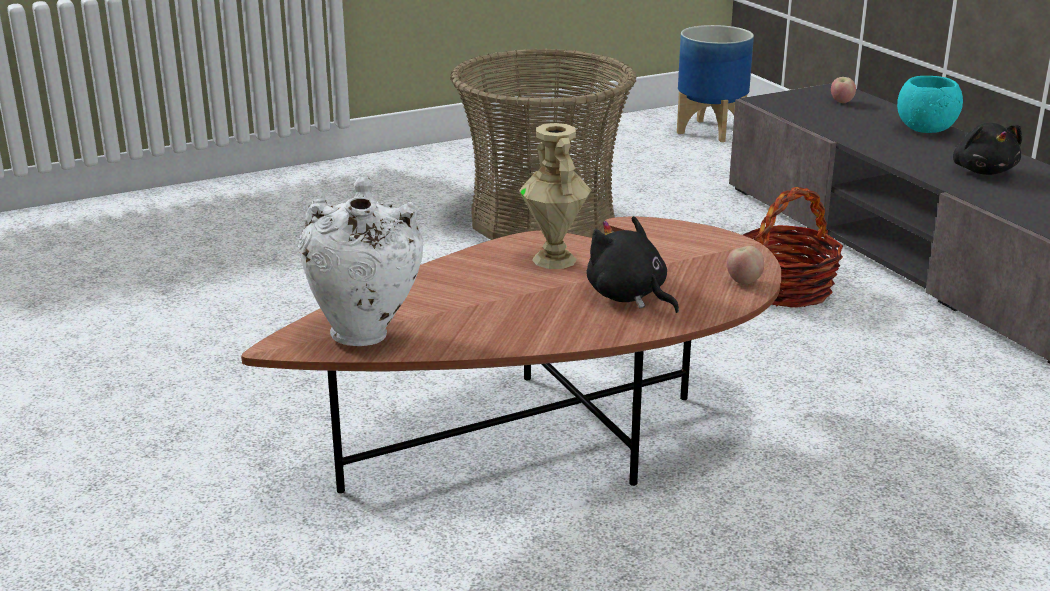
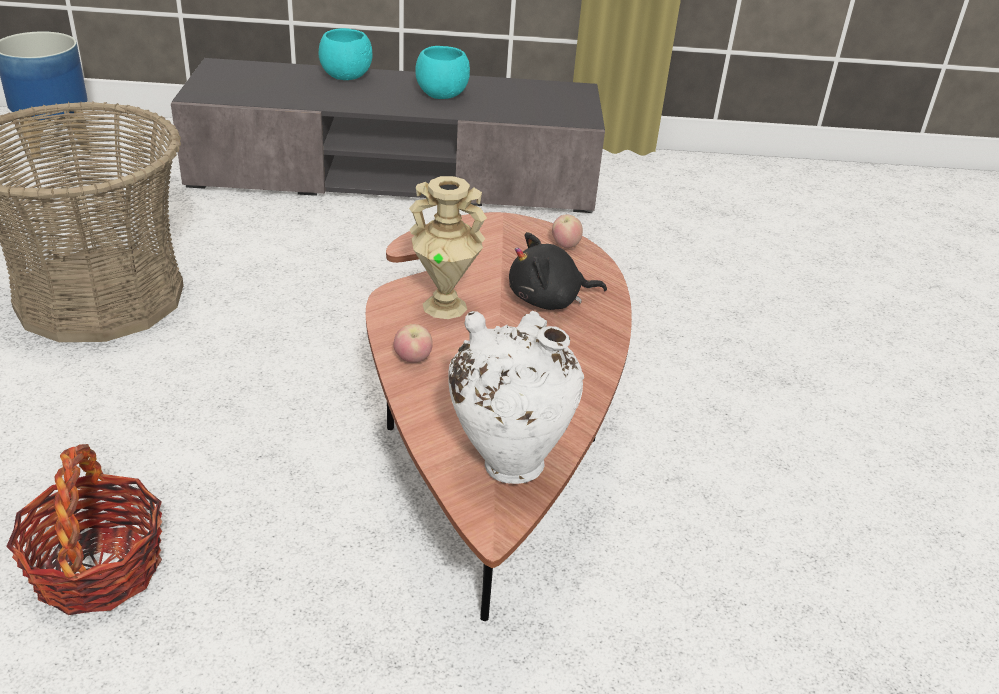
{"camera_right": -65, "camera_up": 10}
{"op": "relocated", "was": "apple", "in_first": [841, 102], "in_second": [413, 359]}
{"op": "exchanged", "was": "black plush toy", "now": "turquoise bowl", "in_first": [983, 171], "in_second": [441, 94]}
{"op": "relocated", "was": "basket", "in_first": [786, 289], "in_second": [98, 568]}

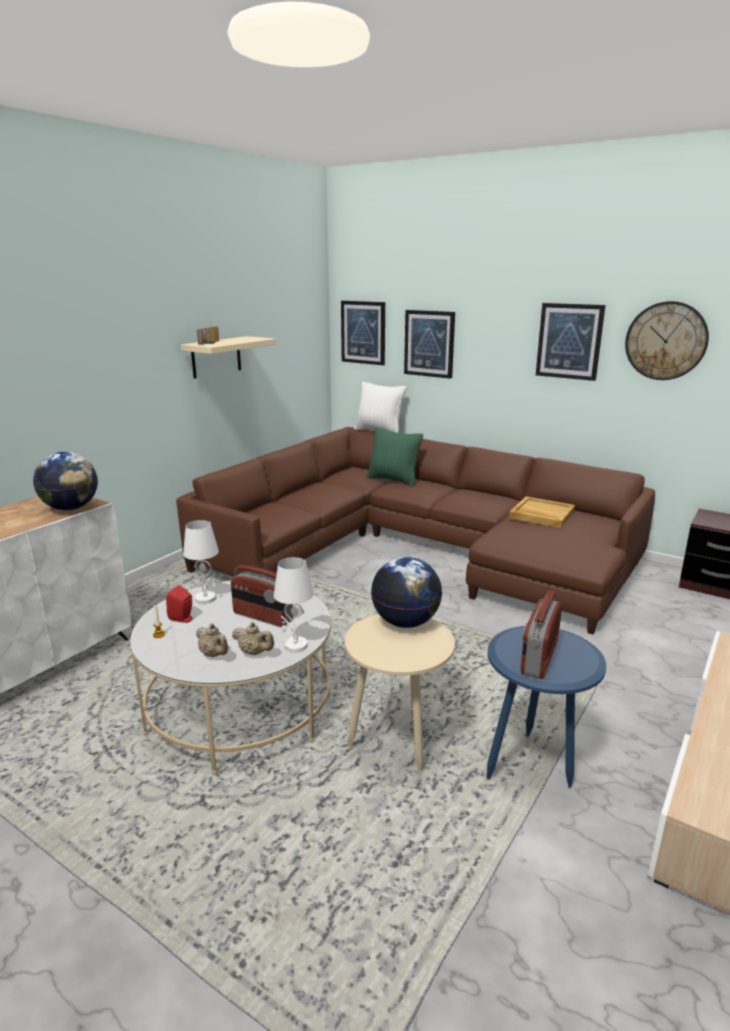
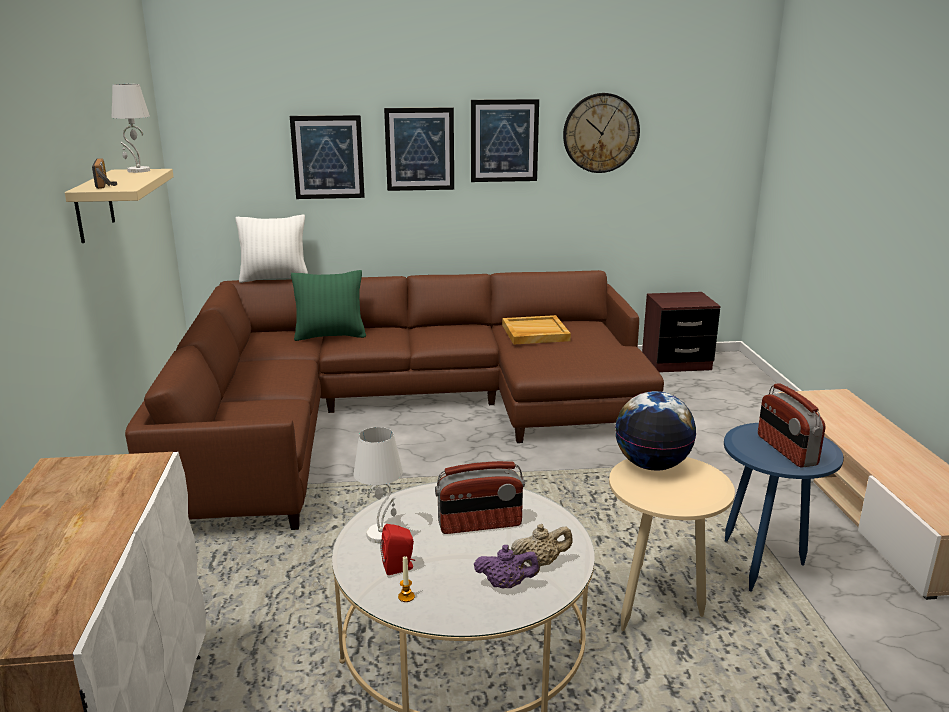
{"camera_right": -40, "camera_up": 0}
{"op": "relocated", "was": "picture", "in_first": [363, 332], "in_second": [419, 149]}
{"op": "missing", "was": "globe", "in_first": [70, 508]}
{"op": "relocated", "was": "white table lamp", "in_first": [295, 645], "in_second": [138, 171]}
{"op": "colour", "was": "beige teapot", "now": "purple teapot", "in_first": [214, 654], "in_second": [506, 584]}

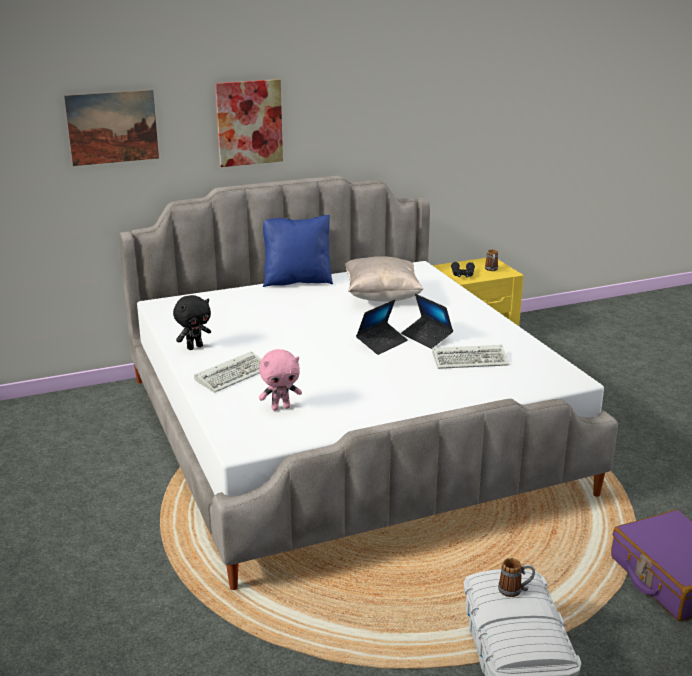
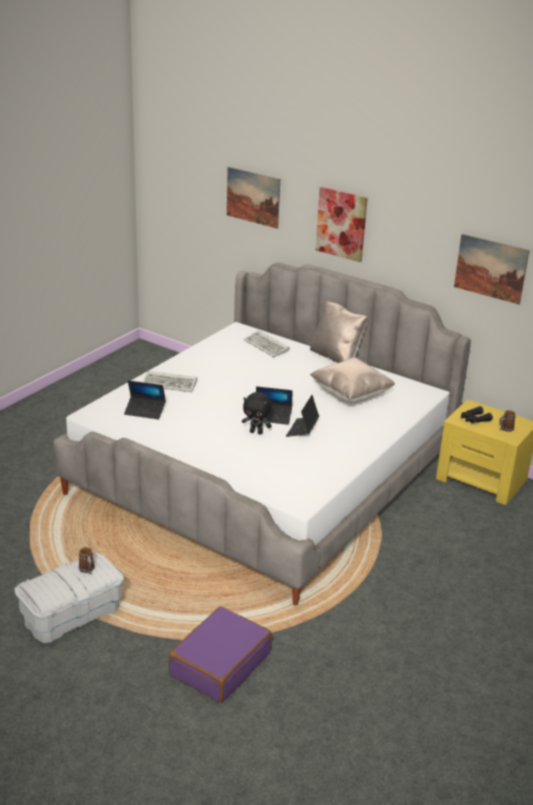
{"camera_right": 55, "camera_up": 5}
{"op": "colour", "was": "blue pillow", "now": "beige pillow", "in_first": [297, 281], "in_second": [336, 357]}
{"op": "relocated", "was": "black plush toy", "in_first": [194, 347], "in_second": [256, 432]}
{"op": "relocated", "was": "keyboard", "in_first": [471, 360], "in_second": [267, 346]}
{"op": "exchanged", "was": "pink plush toy", "now": "laptop", "in_first": [281, 407], "in_second": [145, 411]}
{"op": "appeared", "now": "picture", "in_second": [490, 268]}

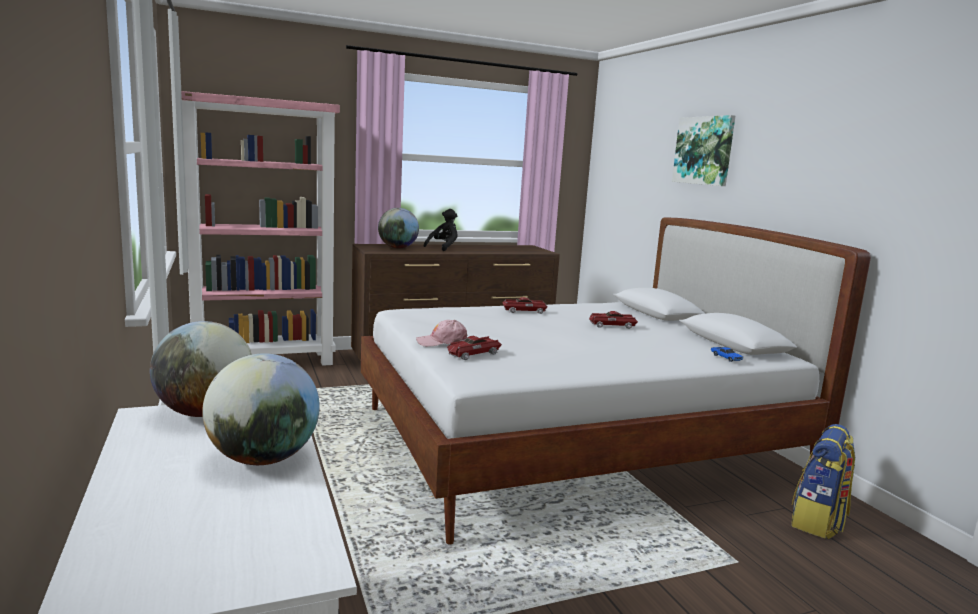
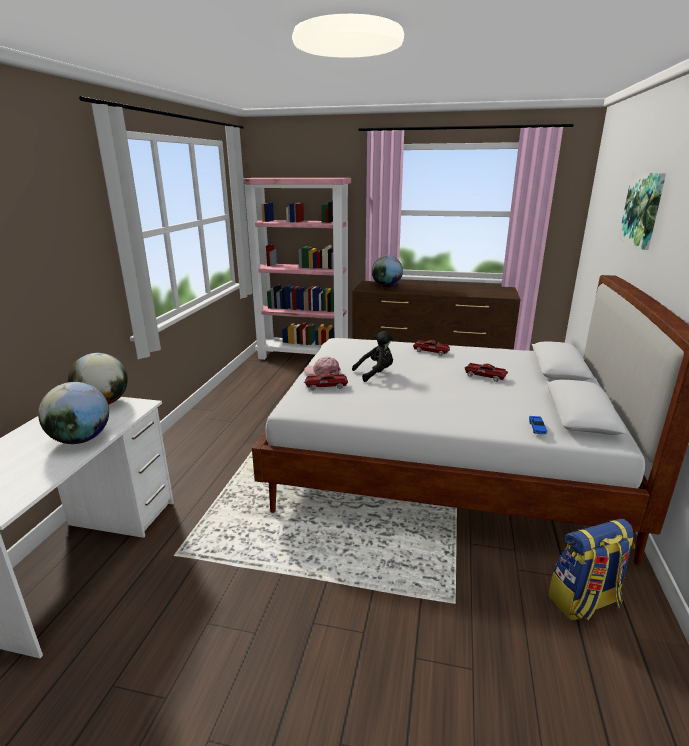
{"camera_right": 35, "camera_up": 10}
{"op": "relocated", "was": "black plush toy", "in_first": [443, 248], "in_second": [375, 373]}

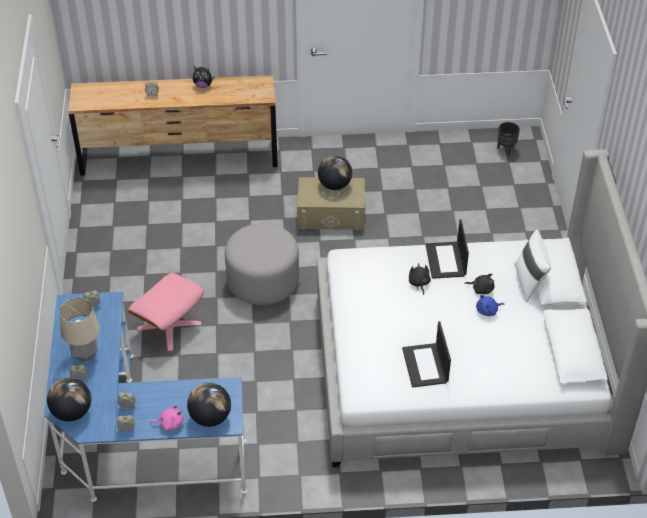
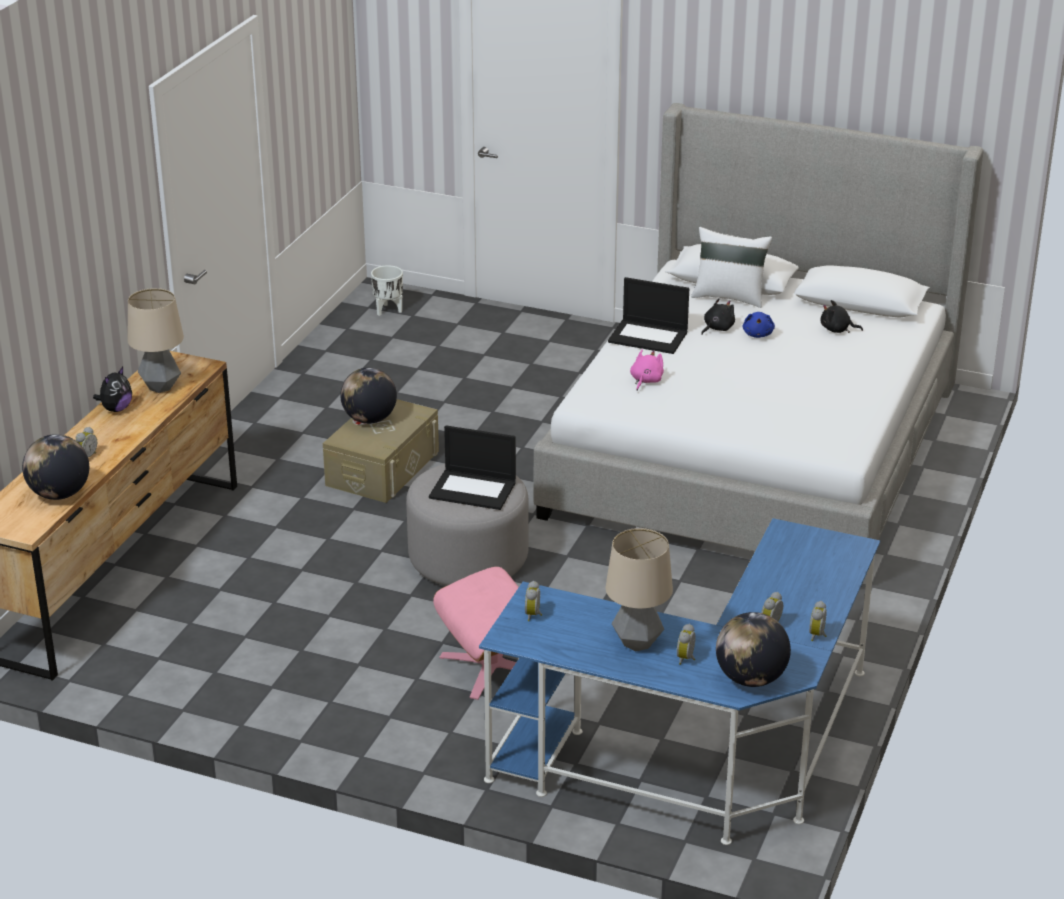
{"camera_right": -65, "camera_up": -15}
{"op": "colour", "was": "black planter", "now": "white planter", "in_first": [506, 150], "in_second": [388, 310]}
{"op": "relocated", "was": "black plush toy", "in_first": [419, 283], "in_second": [837, 330]}
{"op": "relocated", "was": "laptop", "in_first": [425, 366], "in_second": [474, 489]}
{"op": "relocated", "was": "globe", "in_first": [210, 417], "in_second": [59, 494]}
{"op": "relocated", "was": "pink plush toy", "in_first": [170, 423], "in_second": [645, 381]}
{"op": "appeared", "now": "table lamp", "in_second": [160, 387]}

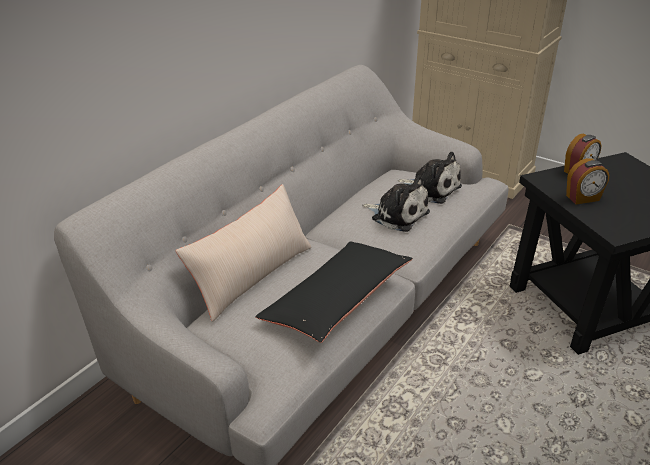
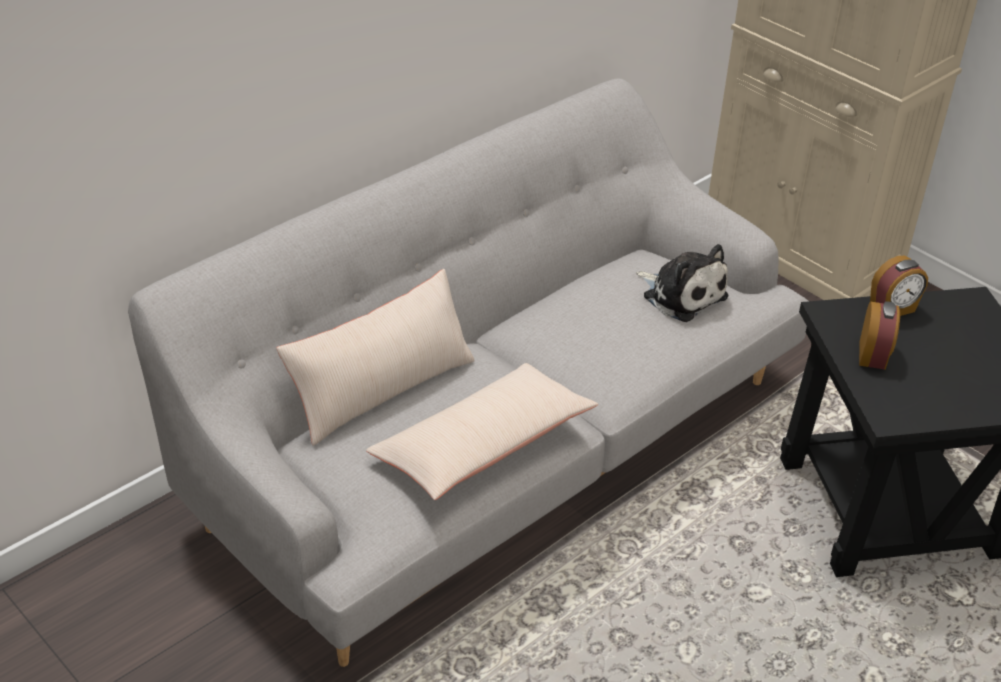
{"camera_right": 10, "camera_up": 5}
{"op": "spun", "was": "alarm clock", "in_first": [583, 198], "in_second": [873, 355], "clockwise": -75}
{"op": "missing", "was": "plush toy", "in_first": [397, 215]}
{"op": "colour", "was": "black pillow", "now": "beige pillow", "in_first": [337, 301], "in_second": [483, 446]}

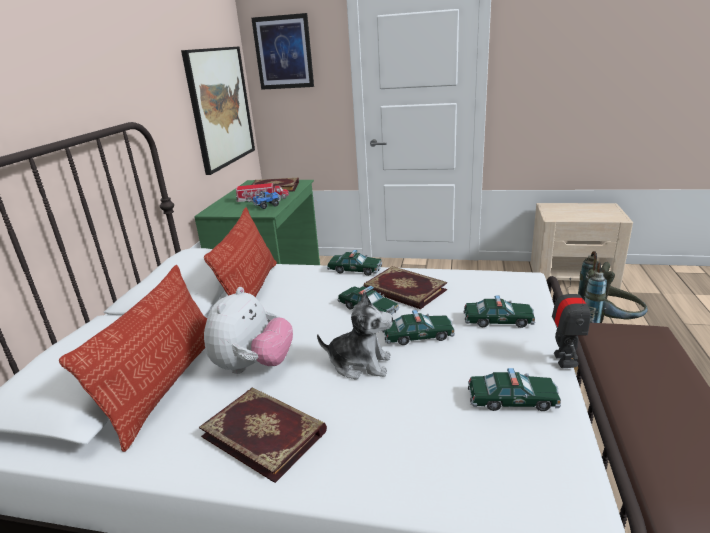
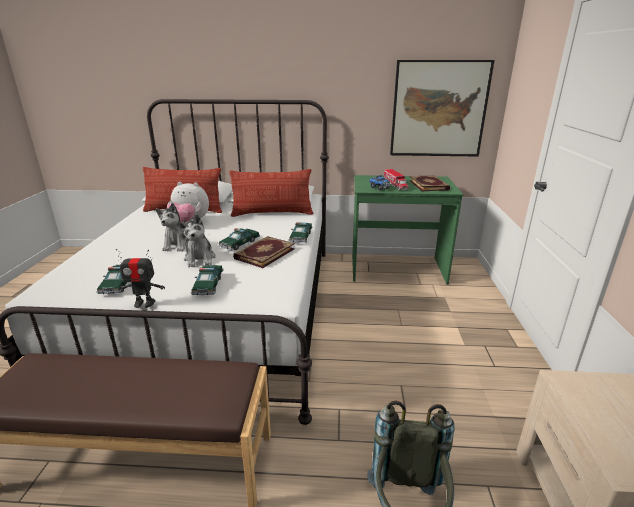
{"camera_right": 80, "camera_up": 0}
{"op": "missing", "was": "picture", "in_first": [283, 52]}
{"op": "exchanged", "was": "toy car", "now": "plush toy", "in_first": [418, 336], "in_second": [200, 259]}
{"op": "missing", "was": "book", "in_first": [265, 433]}

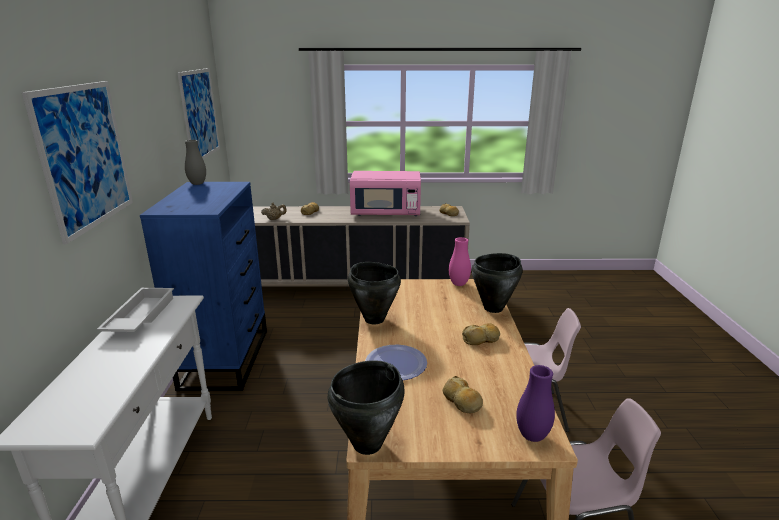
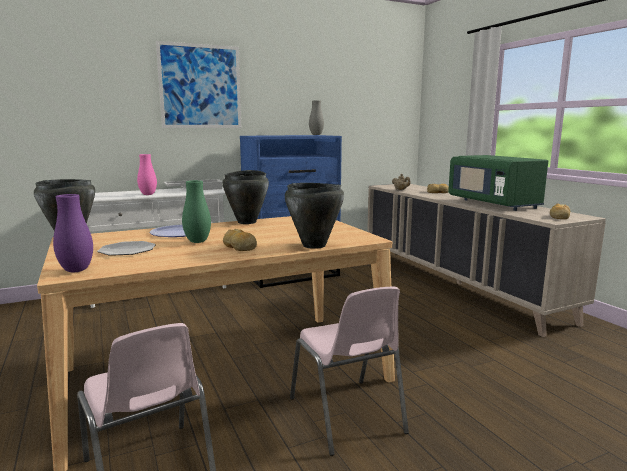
{"camera_right": 65, "camera_up": -10}
{"op": "missing", "was": "picture", "in_first": [200, 114]}
{"op": "colour", "was": "pink microwave", "now": "green microwave", "in_first": [386, 213], "in_second": [493, 204]}
{"op": "relocated", "was": "pink vase", "in_first": [458, 284], "in_second": [148, 194]}
{"op": "exchanged", "was": "bread", "now": "plate", "in_first": [462, 401], "in_second": [127, 250]}
{"op": "appeared", "now": "green vase", "in_second": [197, 241]}

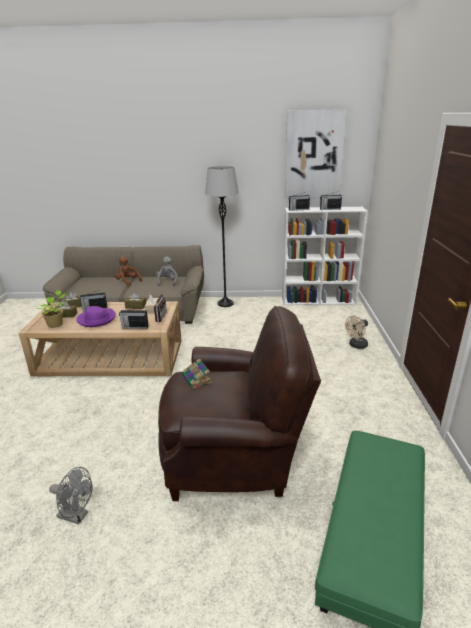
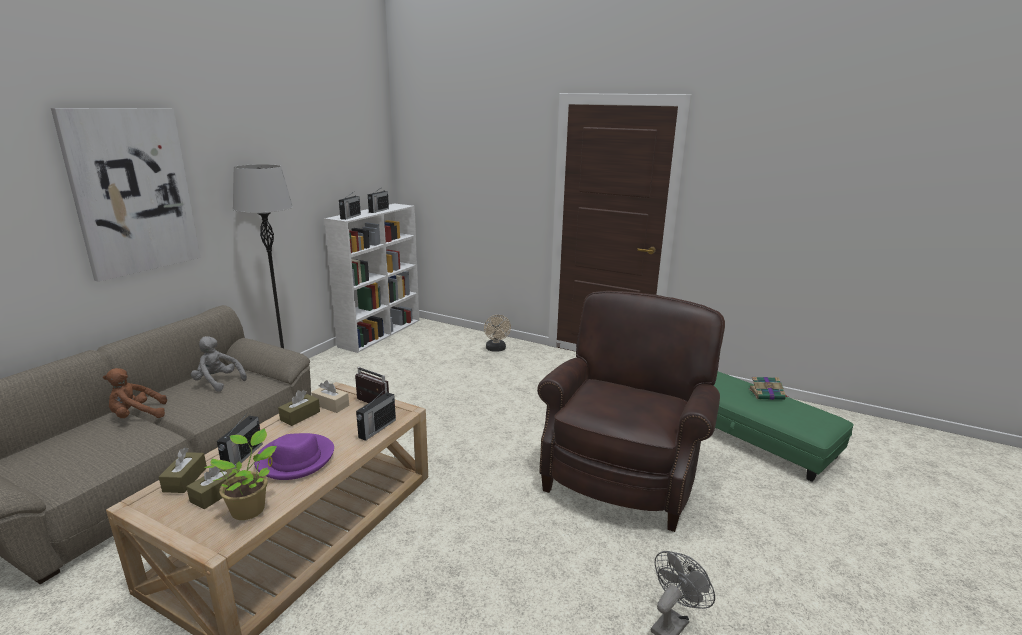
{"camera_right": -65, "camera_up": -5}
{"op": "relocated", "was": "picture", "in_first": [313, 155], "in_second": [132, 192]}
{"op": "relocated", "was": "book", "in_first": [197, 379], "in_second": [767, 394]}

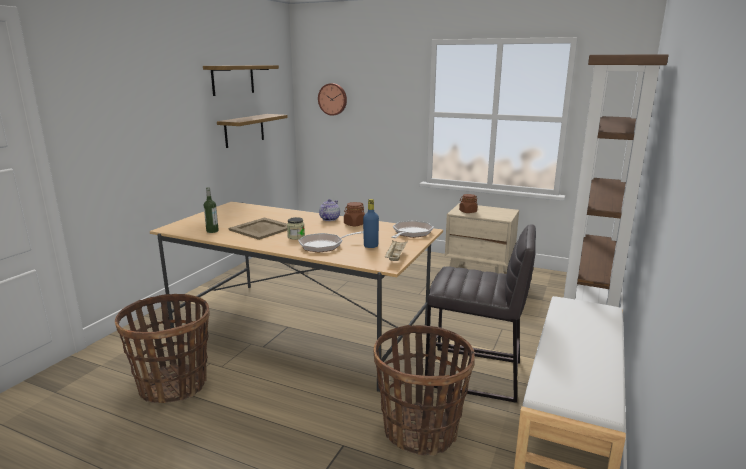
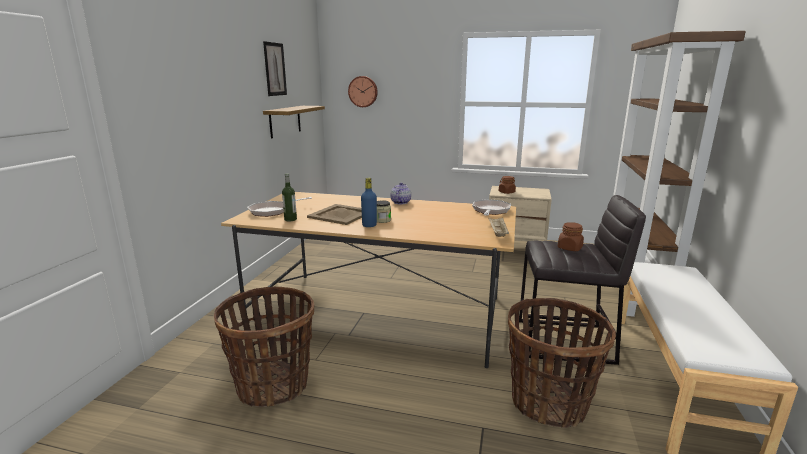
{"camera_right": -10, "camera_up": 0}
{"op": "exchanged", "was": "shelf", "now": "picture", "in_first": [233, 79], "in_second": [275, 69]}
{"op": "relocated", "was": "blue bottle", "in_first": [371, 246], "in_second": [369, 225]}
{"op": "relocated", "was": "brown jar", "in_first": [354, 224], "in_second": [569, 248]}
{"op": "relocated", "was": "frying pan", "in_first": [325, 245], "in_second": [273, 211]}

